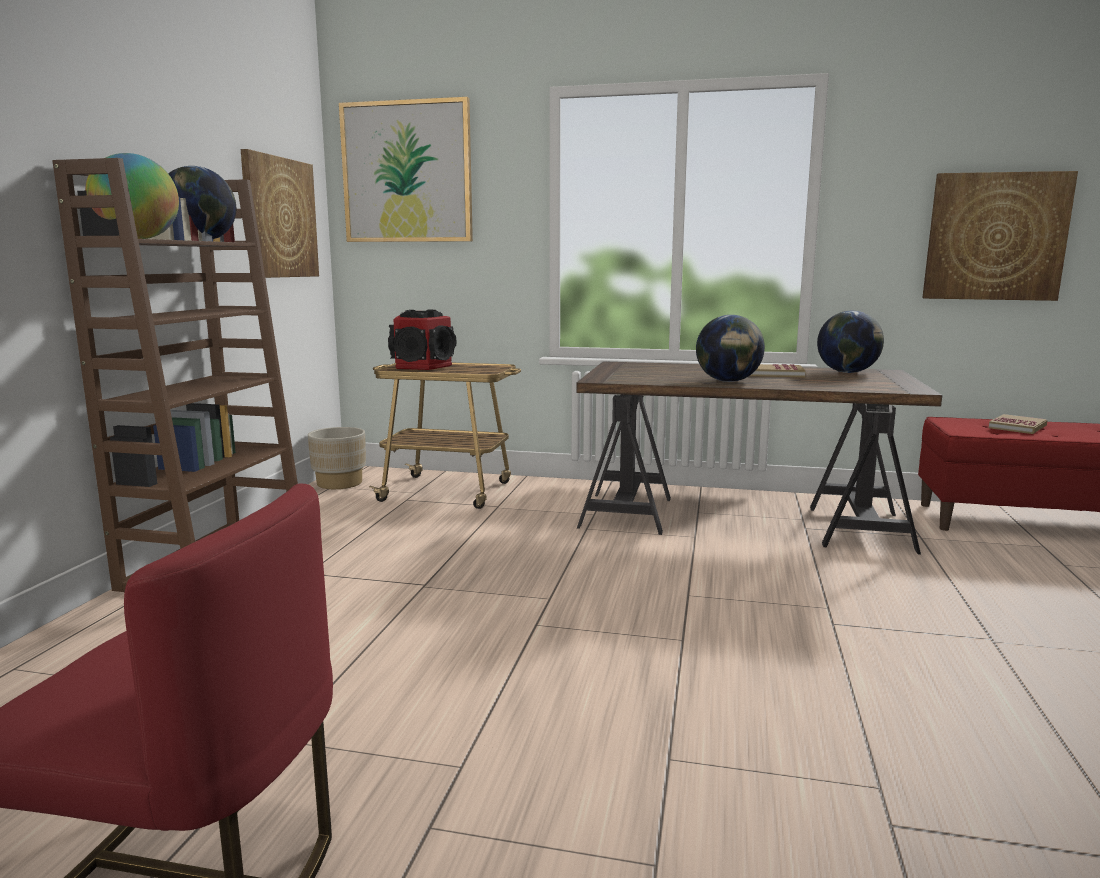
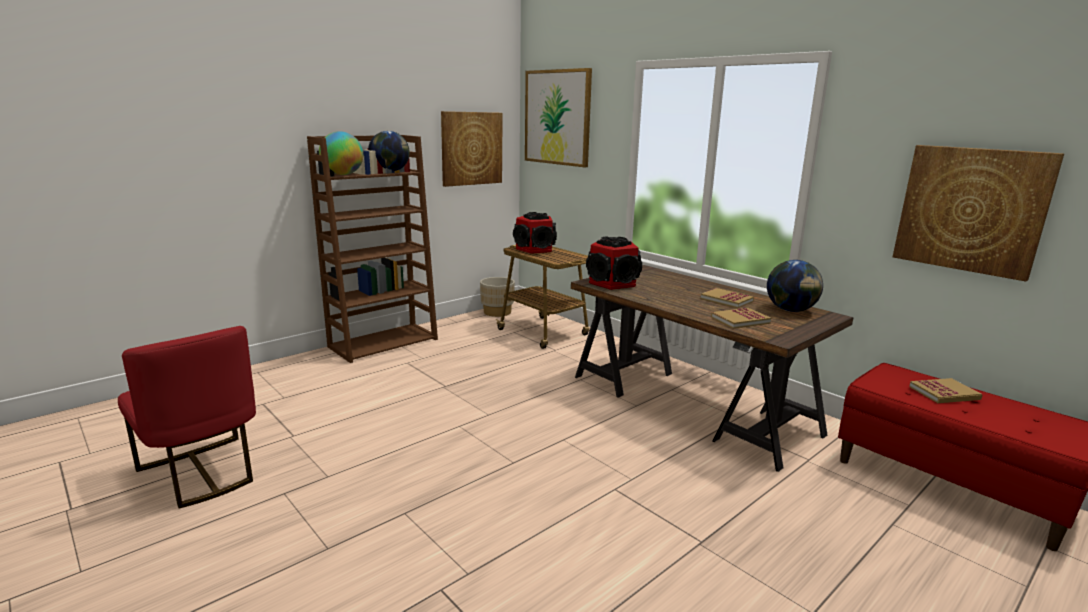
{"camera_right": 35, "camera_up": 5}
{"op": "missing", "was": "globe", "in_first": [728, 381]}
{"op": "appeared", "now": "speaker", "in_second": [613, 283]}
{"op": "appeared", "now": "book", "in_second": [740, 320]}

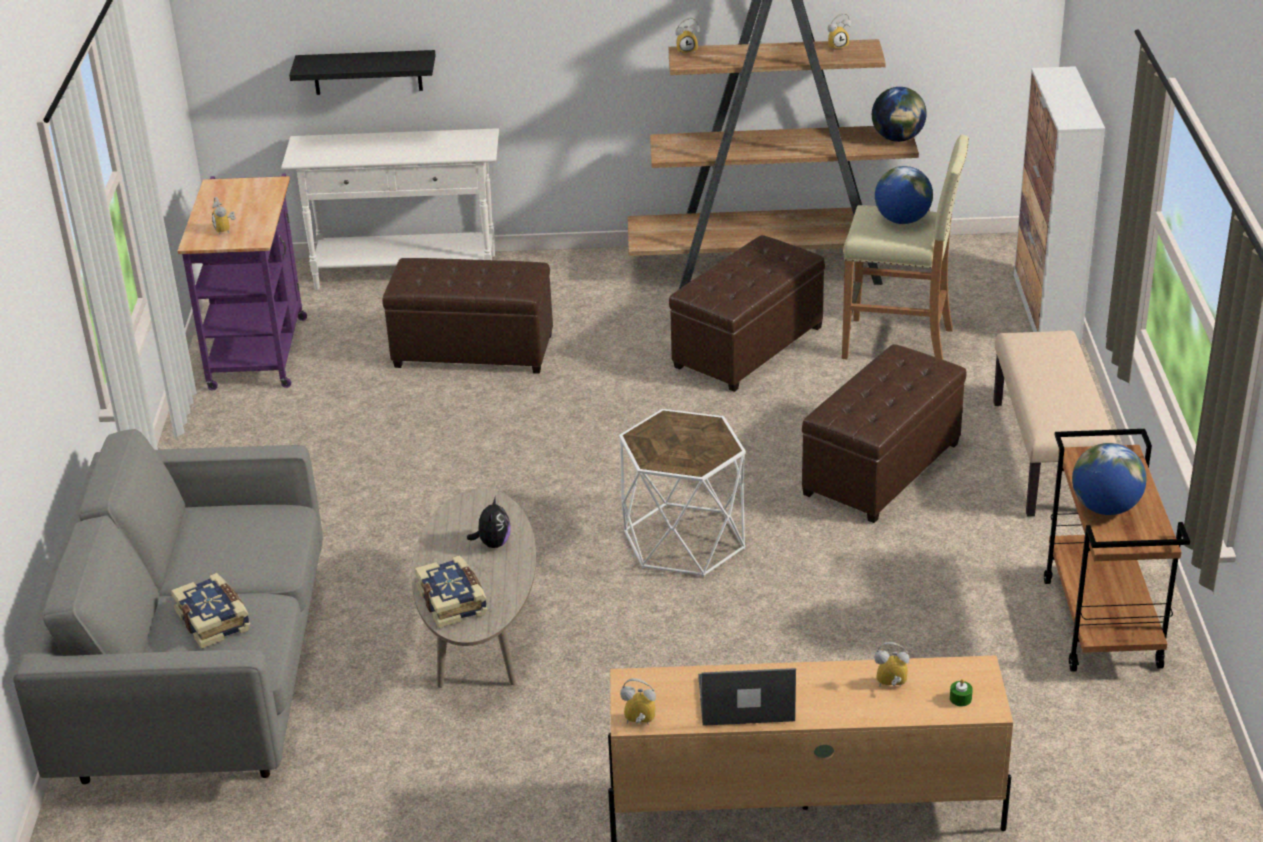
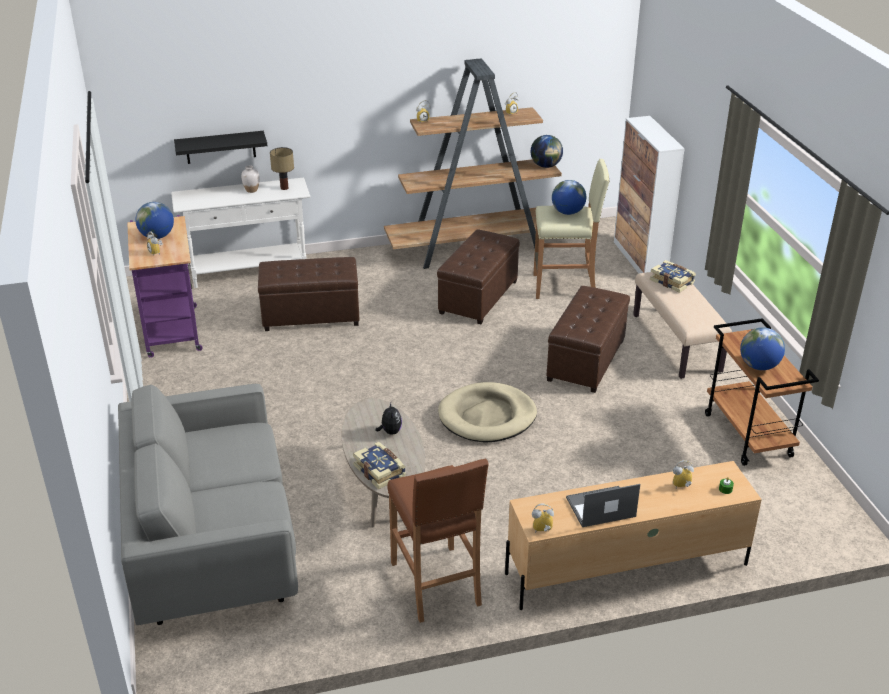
{"camera_right": -15, "camera_up": 0}
{"op": "exchanged", "was": "white side table", "now": "beige dog bed", "in_first": [683, 540], "in_second": [487, 416]}
{"op": "relocated", "was": "book", "in_first": [214, 620], "in_second": [672, 282]}
{"op": "appeared", "now": "table lamp", "in_second": [284, 188]}
{"op": "appeared", "now": "white vase", "in_second": [251, 190]}
{"op": "appeared", "now": "globe", "in_second": [157, 236]}
{"op": "appeared", "now": "brown stool", "in_second": [436, 584]}

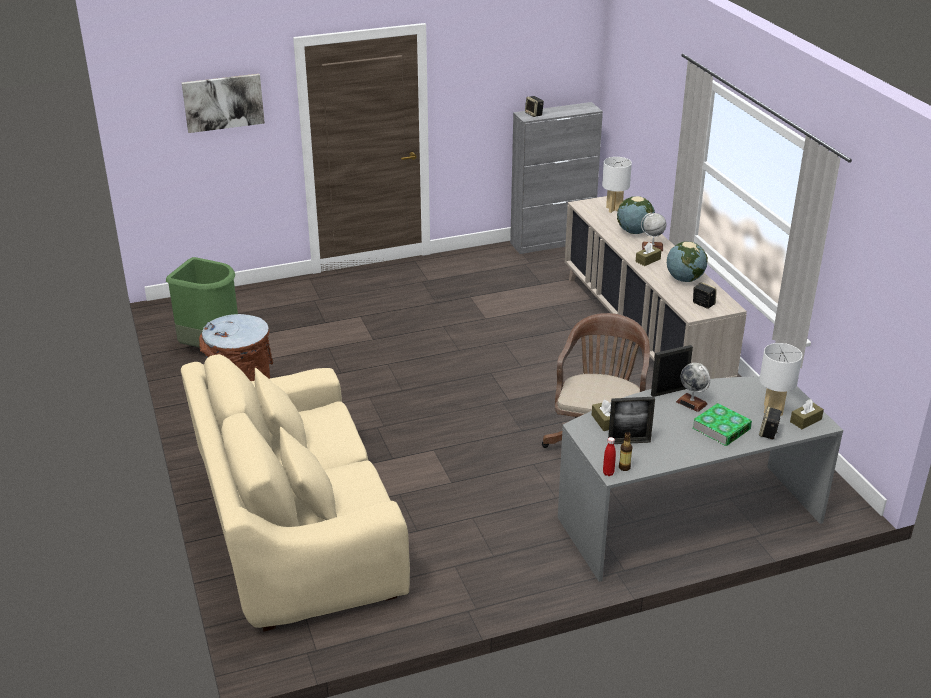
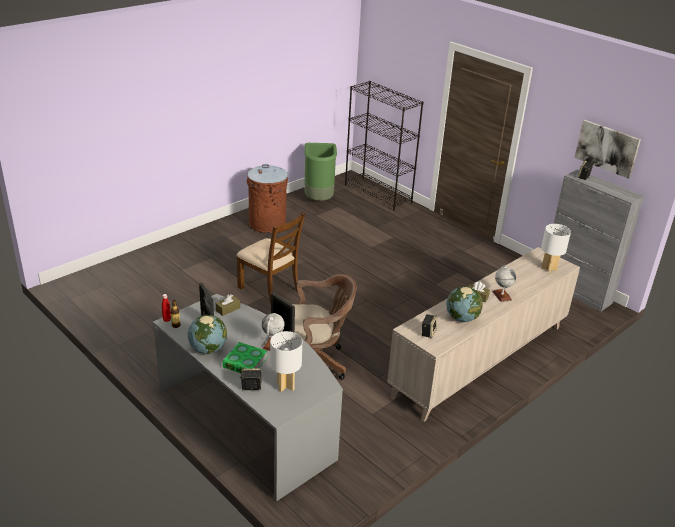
{"camera_right": 65, "camera_up": 0}
{"op": "relocated", "was": "picture", "in_first": [223, 102], "in_second": [607, 148]}
{"op": "relocated", "was": "globe", "in_first": [634, 232], "in_second": [208, 349]}
{"op": "missing", "was": "beige sofa", "in_first": [297, 532]}
{"op": "missing", "was": "brown tissue box", "in_first": [805, 420]}
{"op": "appeared", "now": "black bookcase", "in_second": [378, 194]}
{"op": "appeared", "now": "brown chair", "in_second": [270, 289]}

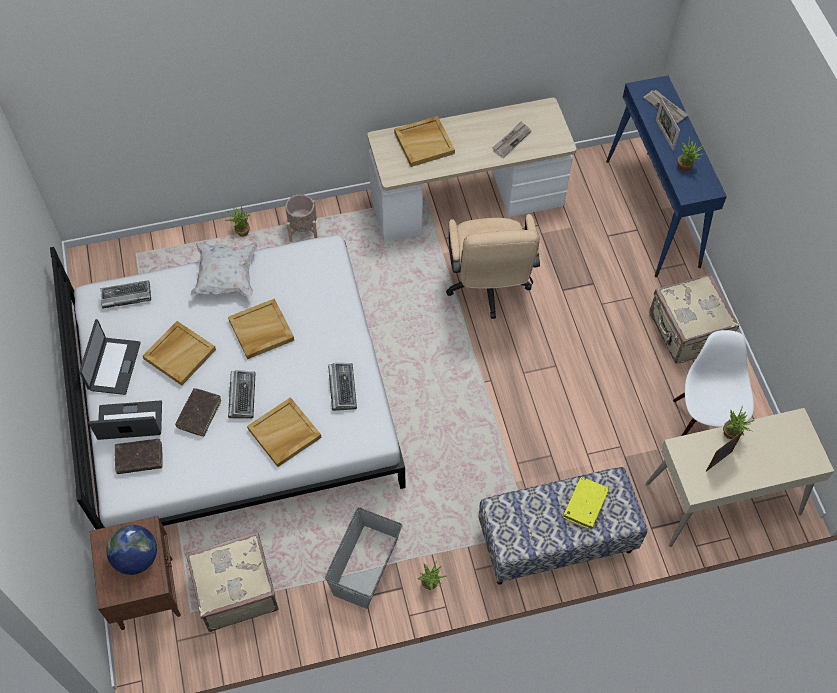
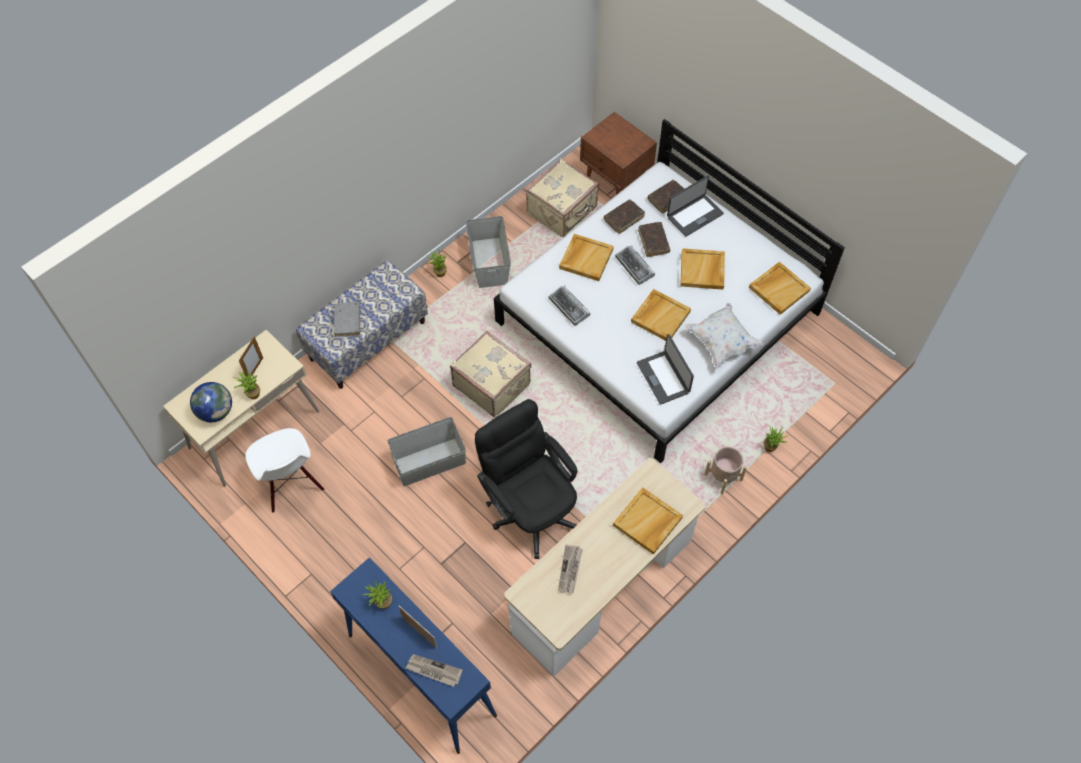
{"camera_right": 150, "camera_up": 0}
{"op": "colour", "was": "beige office chair", "now": "black office chair", "in_first": [488, 288], "in_second": [530, 508]}
{"op": "relocated", "was": "beige suitcase", "in_first": [686, 332], "in_second": [492, 384]}
{"op": "exchanged", "was": "keyboard", "now": "beige tray", "in_first": [126, 296], "in_second": [779, 289]}
{"op": "relocated", "was": "laptop", "in_first": [113, 366], "in_second": [663, 377]}
{"op": "colour", "was": "yellow book", "now": "grey book", "in_first": [585, 505], "in_second": [347, 322]}
{"op": "relocated", "was": "globe", "in_first": [136, 558], "in_second": [216, 411]}
{"op": "appeared", "now": "brown book", "in_second": [624, 219]}
{"op": "appeared", "now": "grey storage box", "in_second": [429, 461]}

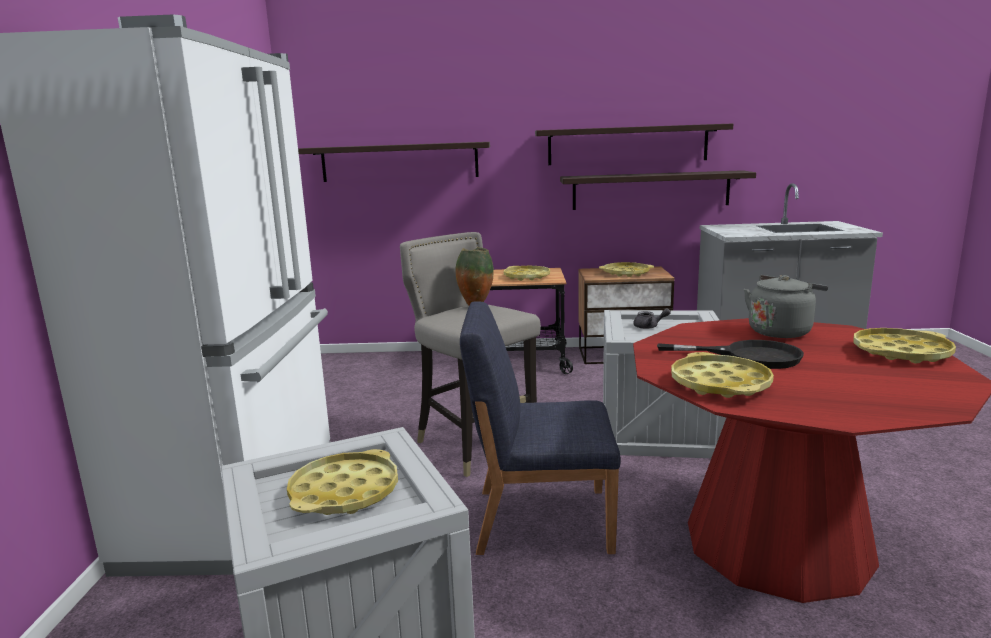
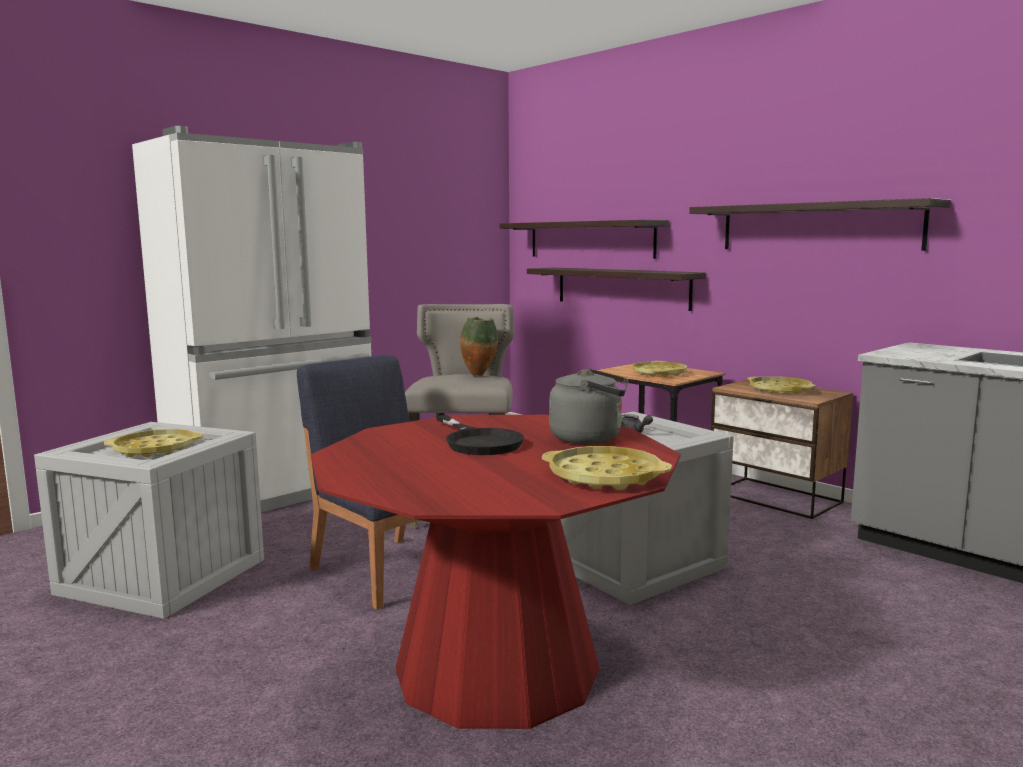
{"camera_right": 45, "camera_up": -5}
{"op": "relocated", "was": "shelf", "in_first": [650, 190], "in_second": [621, 287]}
{"op": "missing", "was": "yellow tray", "in_first": [720, 384]}

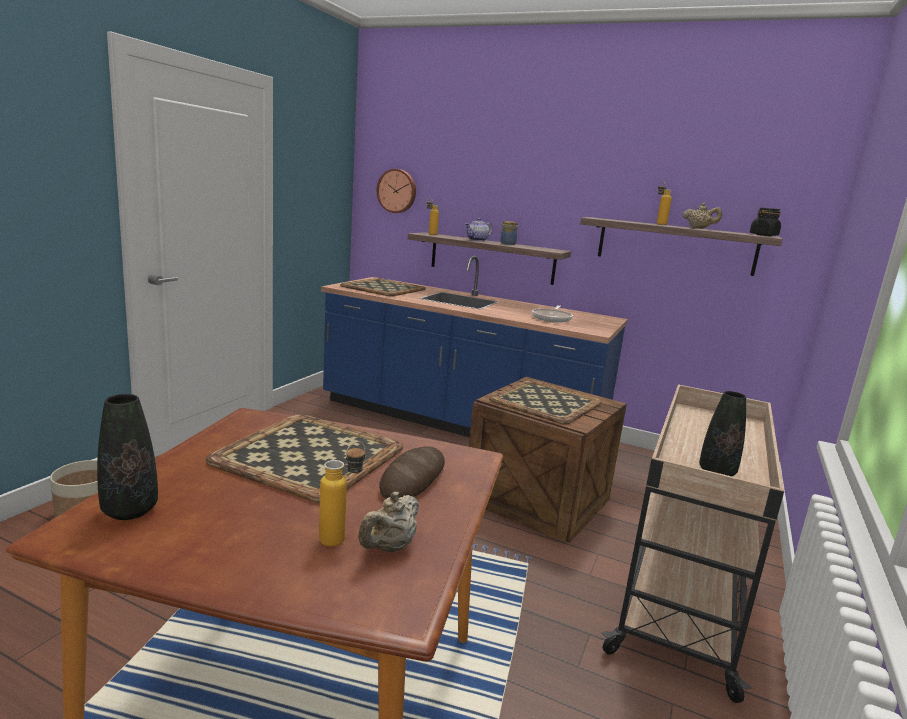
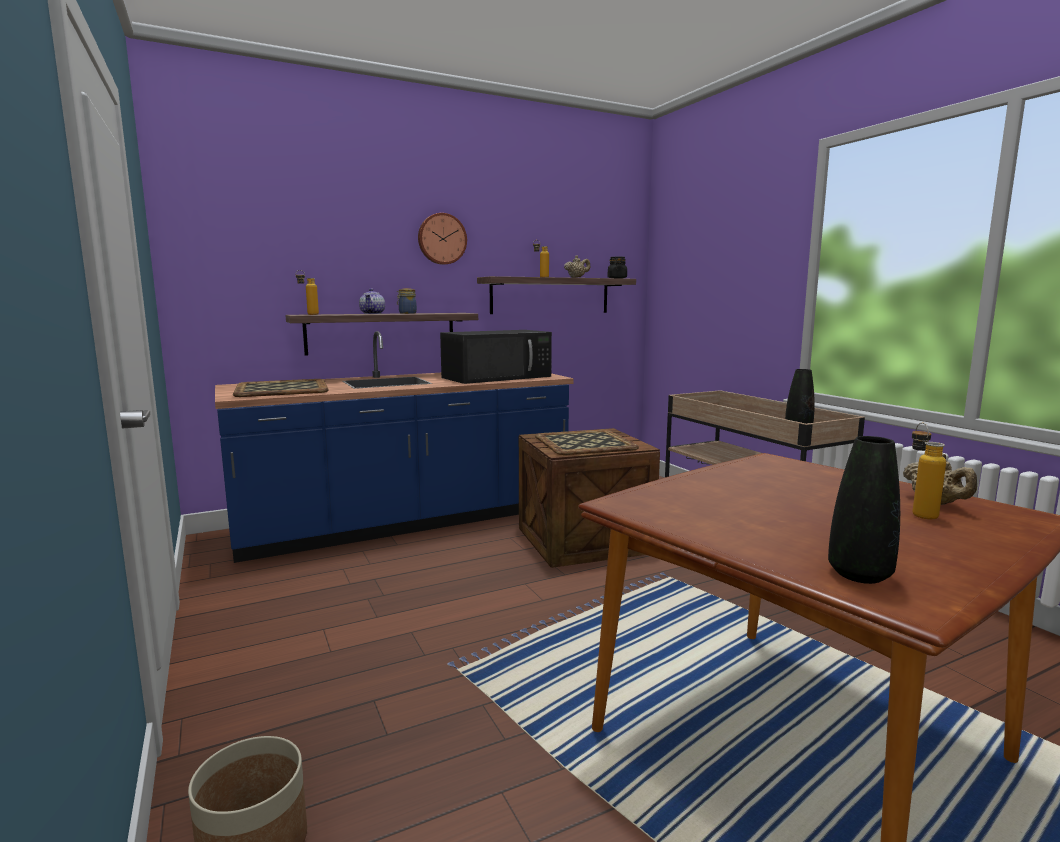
{"camera_right": -50, "camera_up": -5}
{"op": "relocated", "was": "wall clock", "in_first": [397, 191], "in_second": [441, 239]}
{"op": "exchanged", "was": "frying pan", "now": "black microwave", "in_first": [552, 318], "in_second": [498, 377]}
{"op": "missing", "was": "tray", "in_first": [309, 454]}
{"op": "missing", "was": "bread", "in_first": [413, 479]}

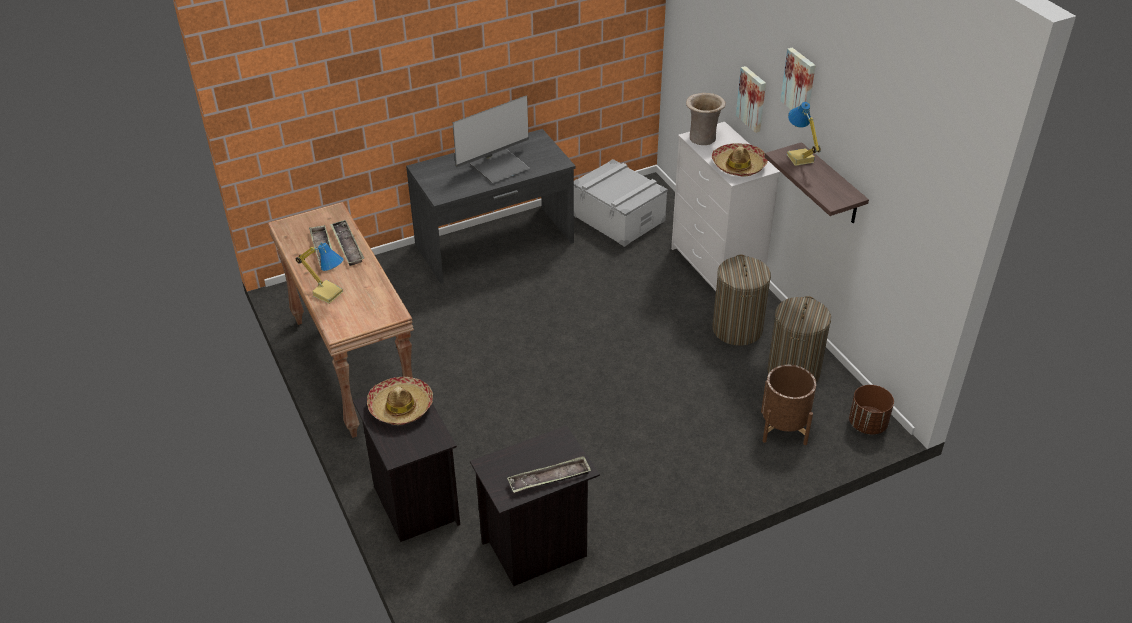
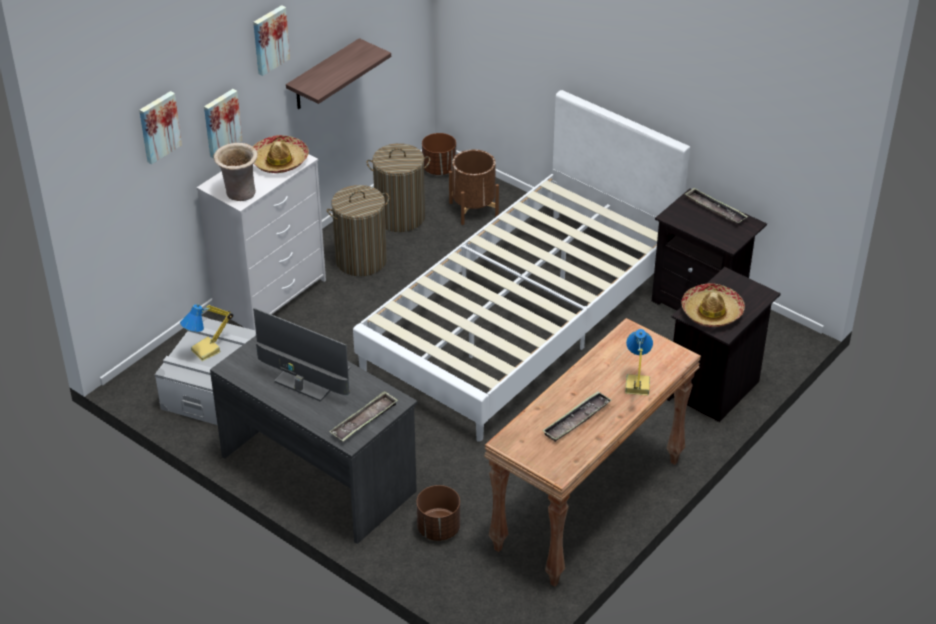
{"camera_right": -115, "camera_up": 0}
{"op": "relocated", "was": "table lamp", "in_first": [799, 158], "in_second": [206, 351]}
{"op": "relocated", "was": "tray", "in_first": [347, 245], "in_second": [364, 420]}
{"op": "appeared", "now": "white bed", "in_second": [522, 319]}
{"op": "appeared", "now": "picture", "in_second": [158, 126]}
{"op": "appeared", "now": "brown planter", "in_second": [438, 528]}

